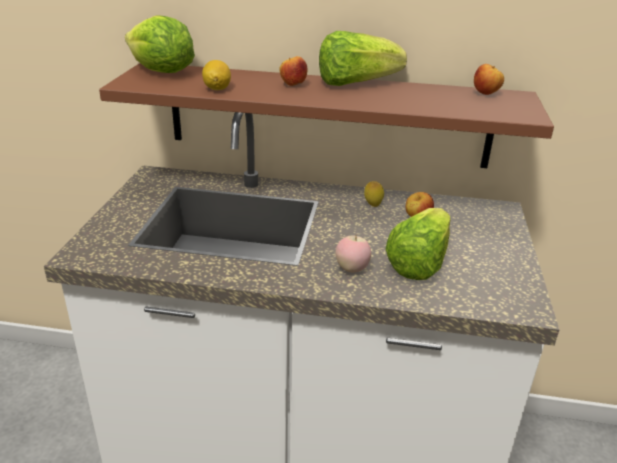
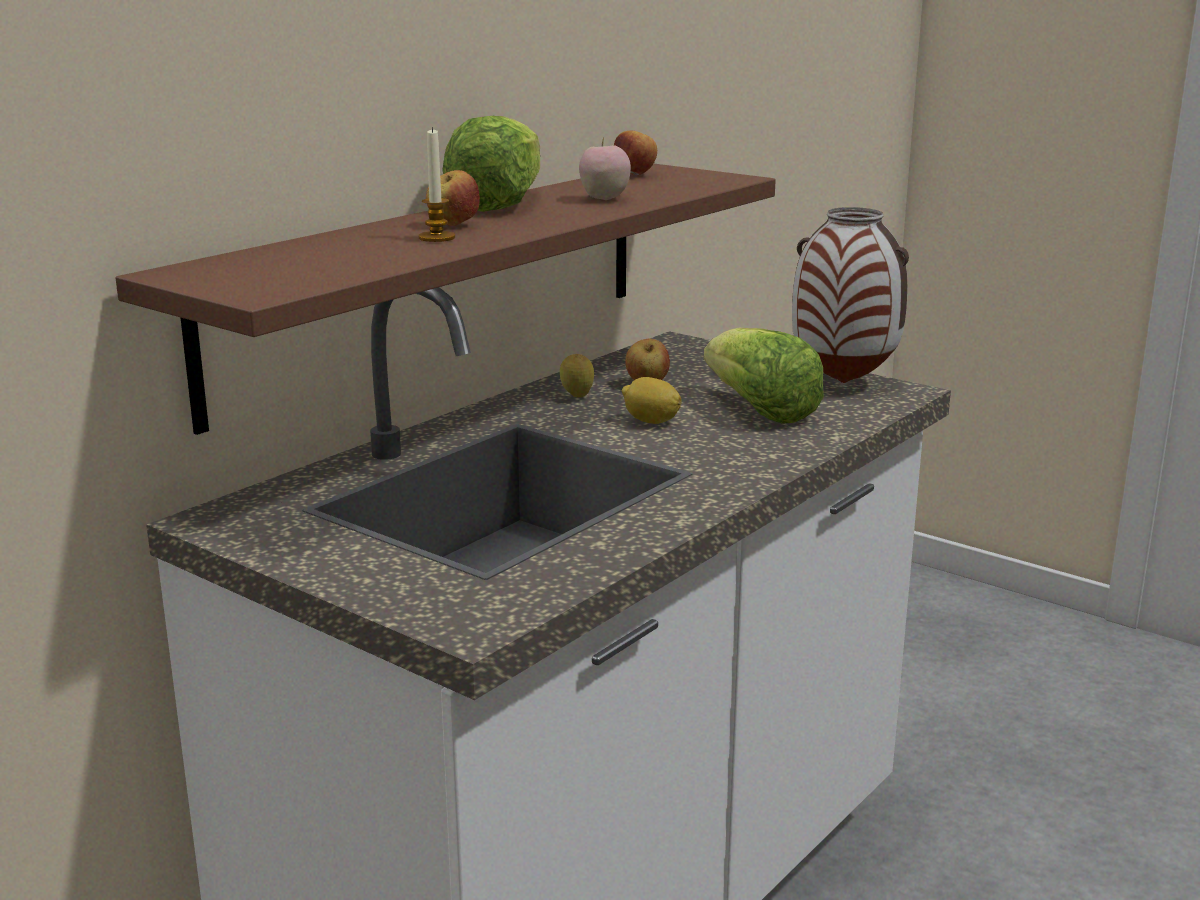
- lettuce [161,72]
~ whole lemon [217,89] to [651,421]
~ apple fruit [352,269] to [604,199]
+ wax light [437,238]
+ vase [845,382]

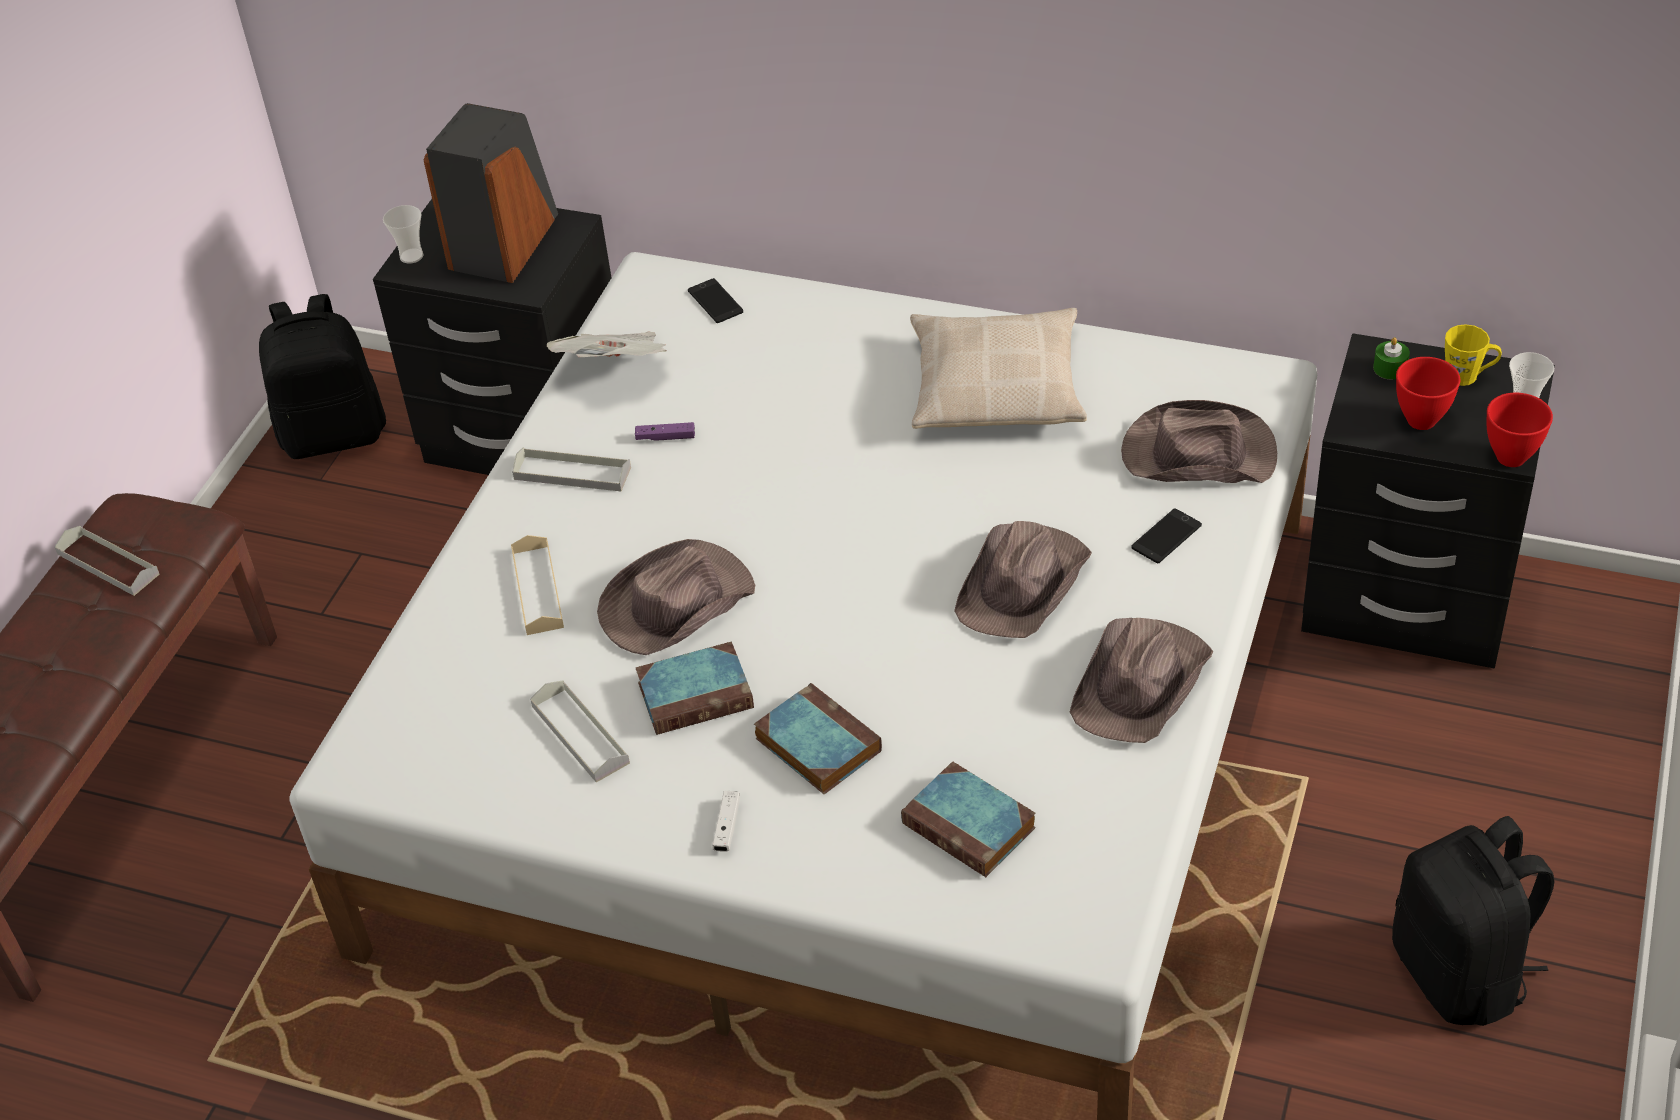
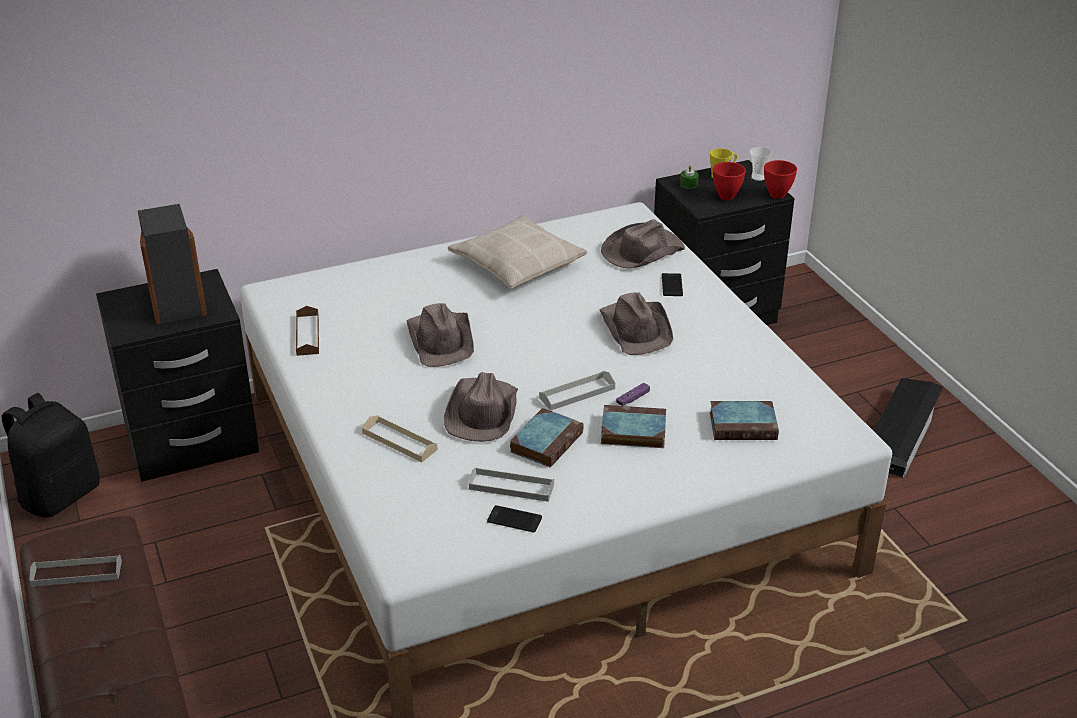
- small cup [411,256]
~ grey carrying tray [572,473] to [577,393]
~ daily paper [616,369] to brownish carrying tray [307,334]
~ purple-coloured joypad [665,437] to [633,399]
~ handset [715,301] to [514,519]
- whitish joypad [727,827]
~ brownish hat [1142,683] to [442,340]
~ black backpack [1461,974] to black storage container [901,432]

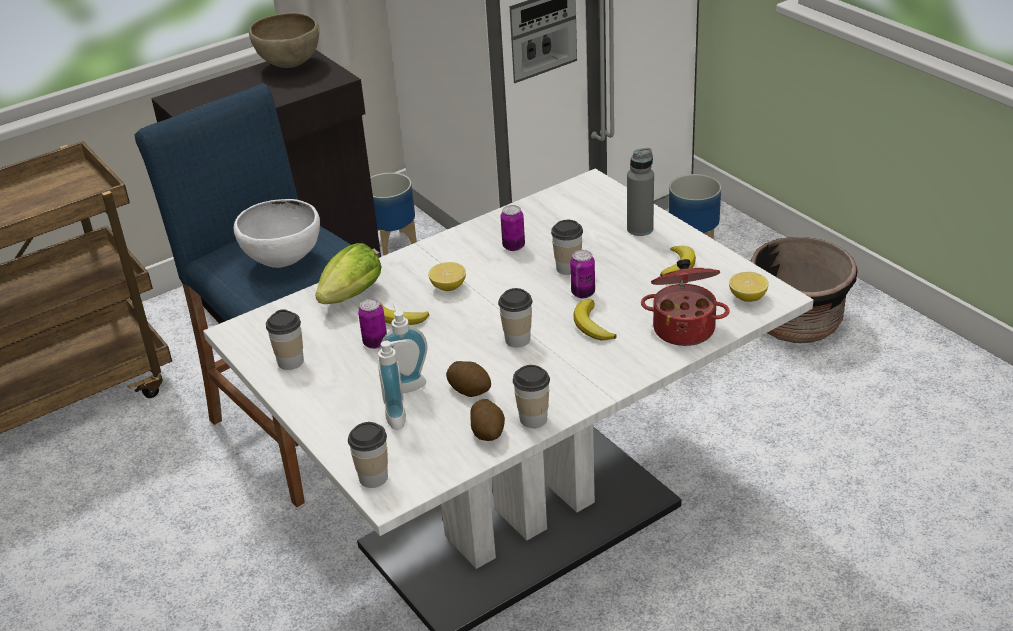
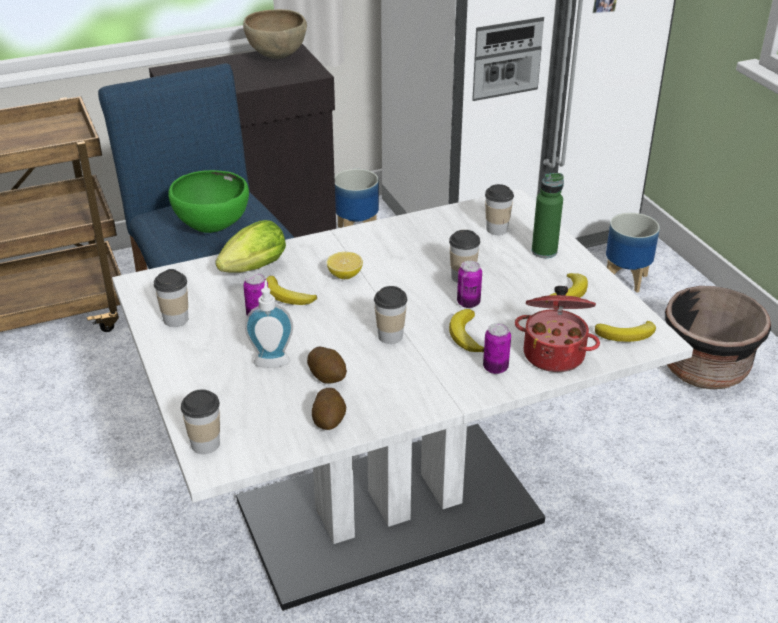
~ whitish serving bowl [284,262] to greenish serving bowl [212,228]
- soap dispenser [400,417]
~ can [513,246] to [495,368]
~ small cup [533,419] to [497,229]
~ grey drink bottle [640,229] to greenish drink bottle [544,251]
~ whole lemon [747,297] to banana [627,335]

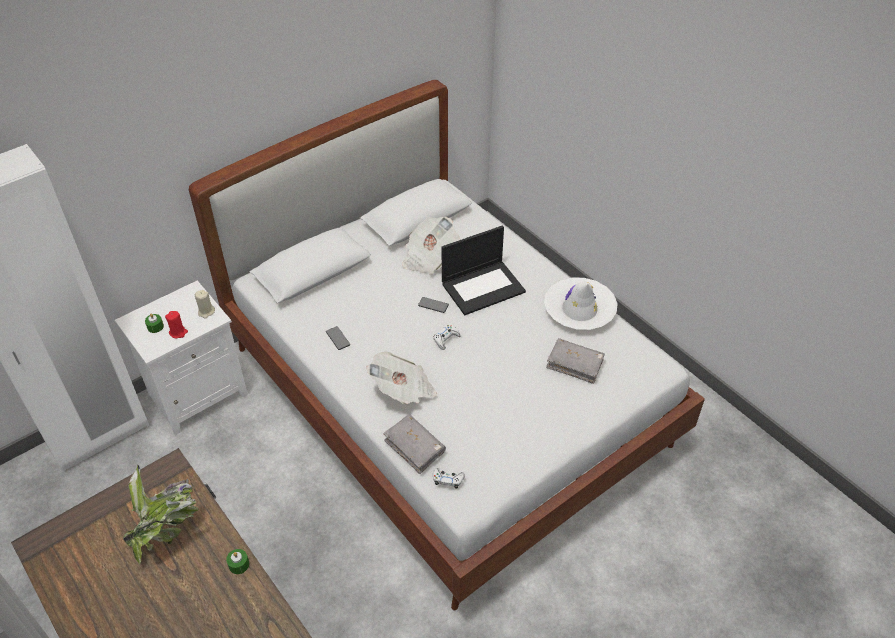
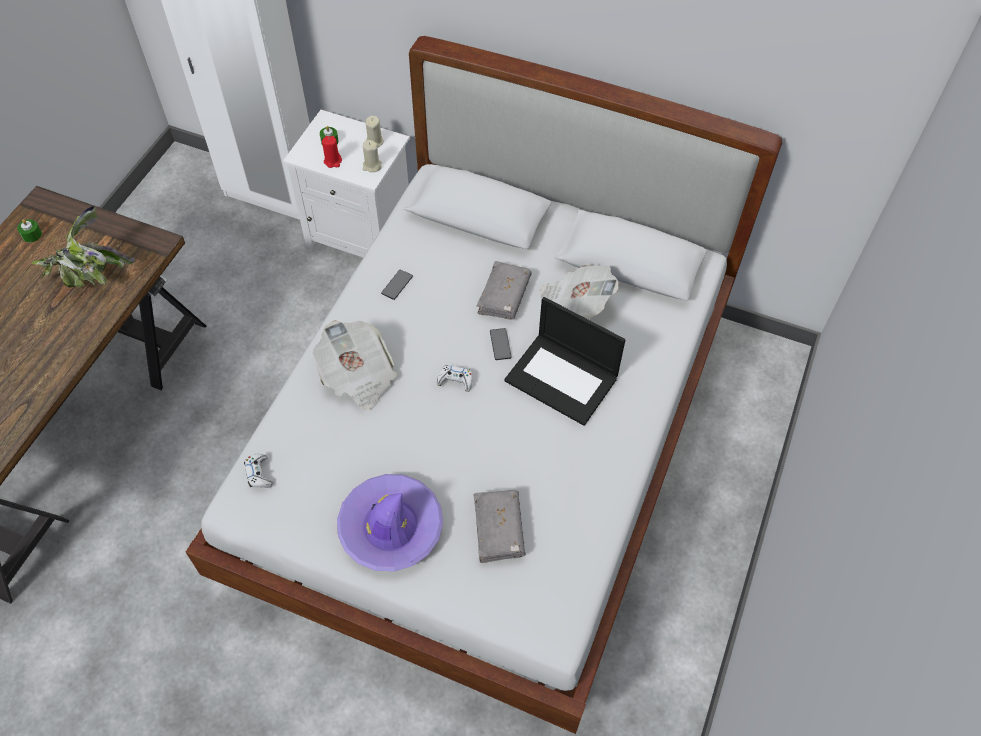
~ greenish wax light [239,564] to [32,235]
~ grey volume [414,447] to [504,296]
- whitish hat [579,310]
+ purple-coloured hat [391,527]
+ beige wax light [374,141]

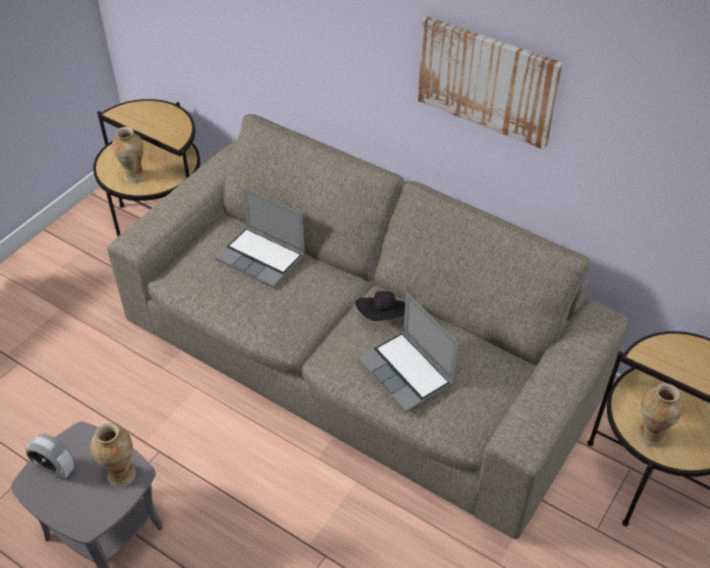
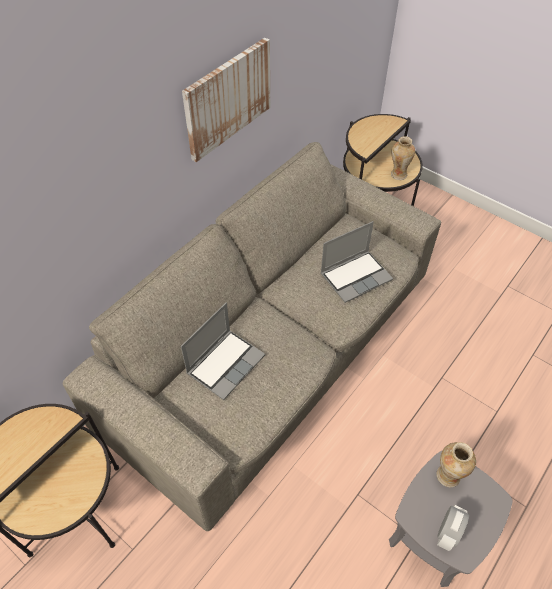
- vase [134,177]
- black hat [383,316]

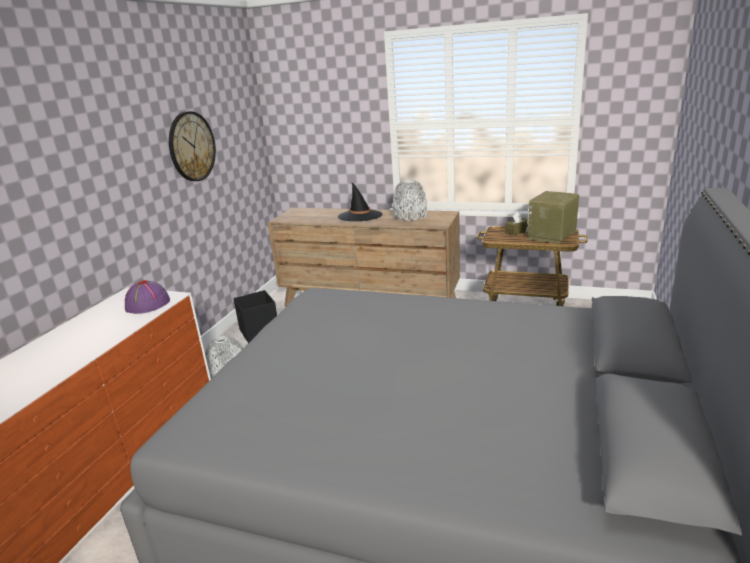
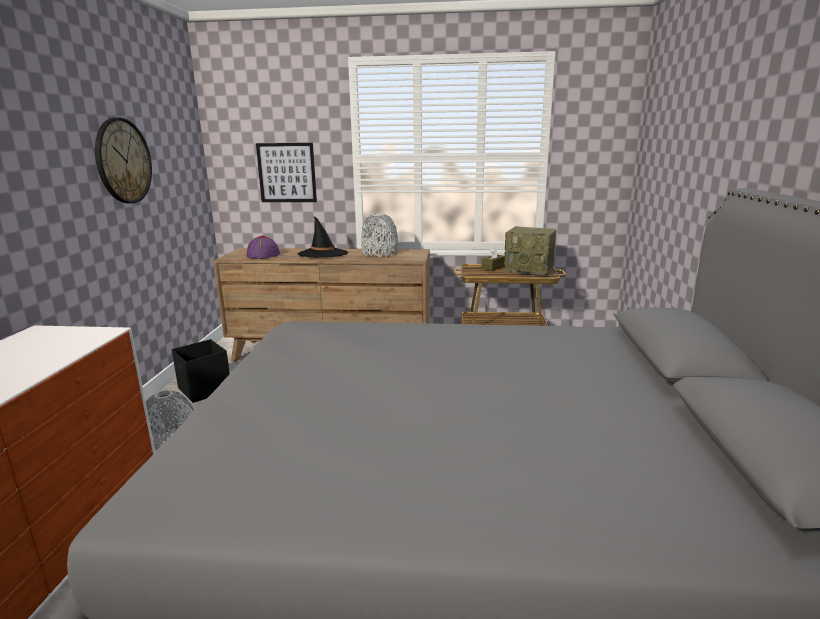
~ purple-coloured hat [147,305] to [263,255]
~ radio [552,236] = [529,270] 90 degrees counterclockwise
+ wall picture [287,173]

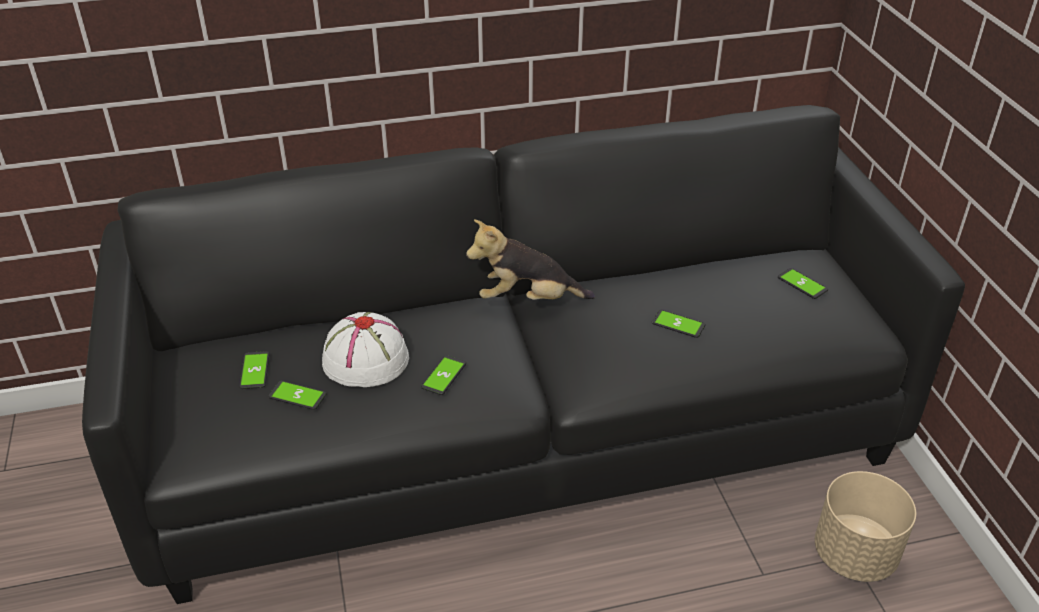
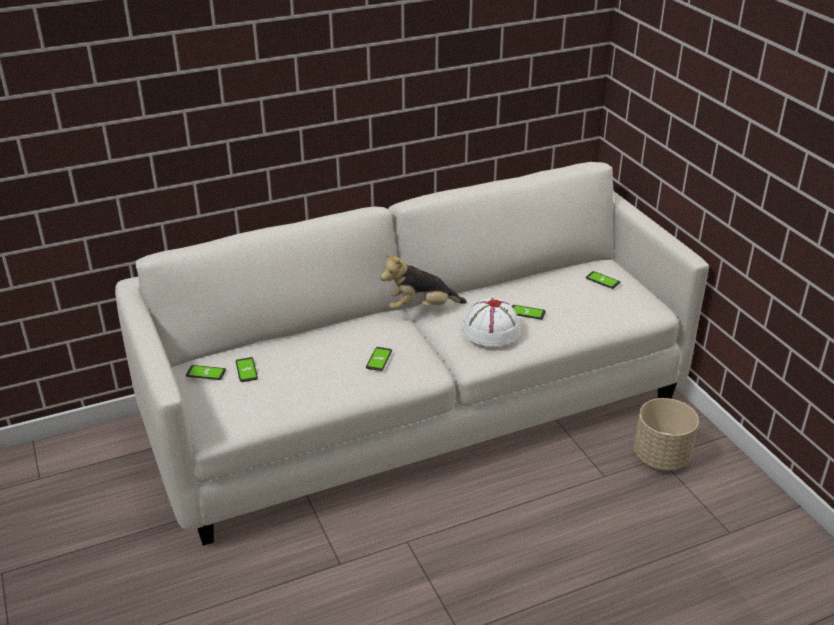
~ black sofa [520,431] to whitish sofa [417,409]
~ handset [297,396] to [206,373]
~ whitish hat [365,360] to [490,330]

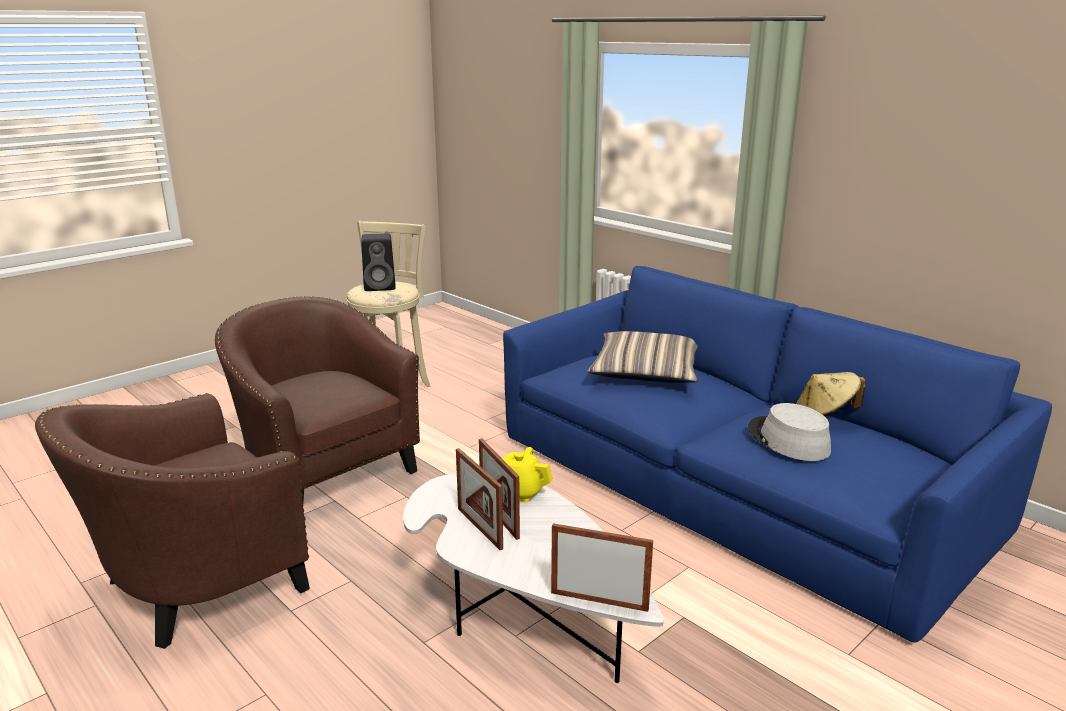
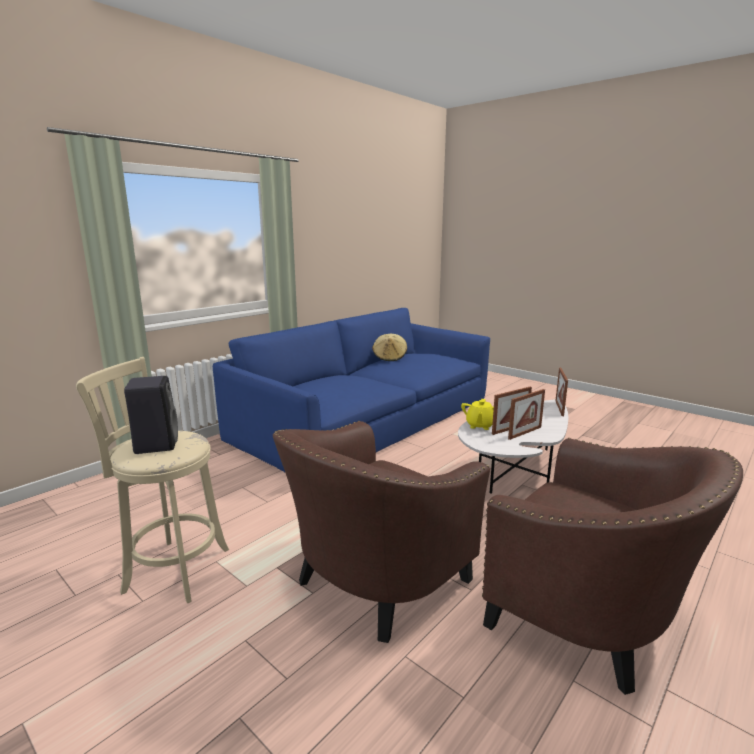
- pillow [645,371]
- grey hat [788,440]

